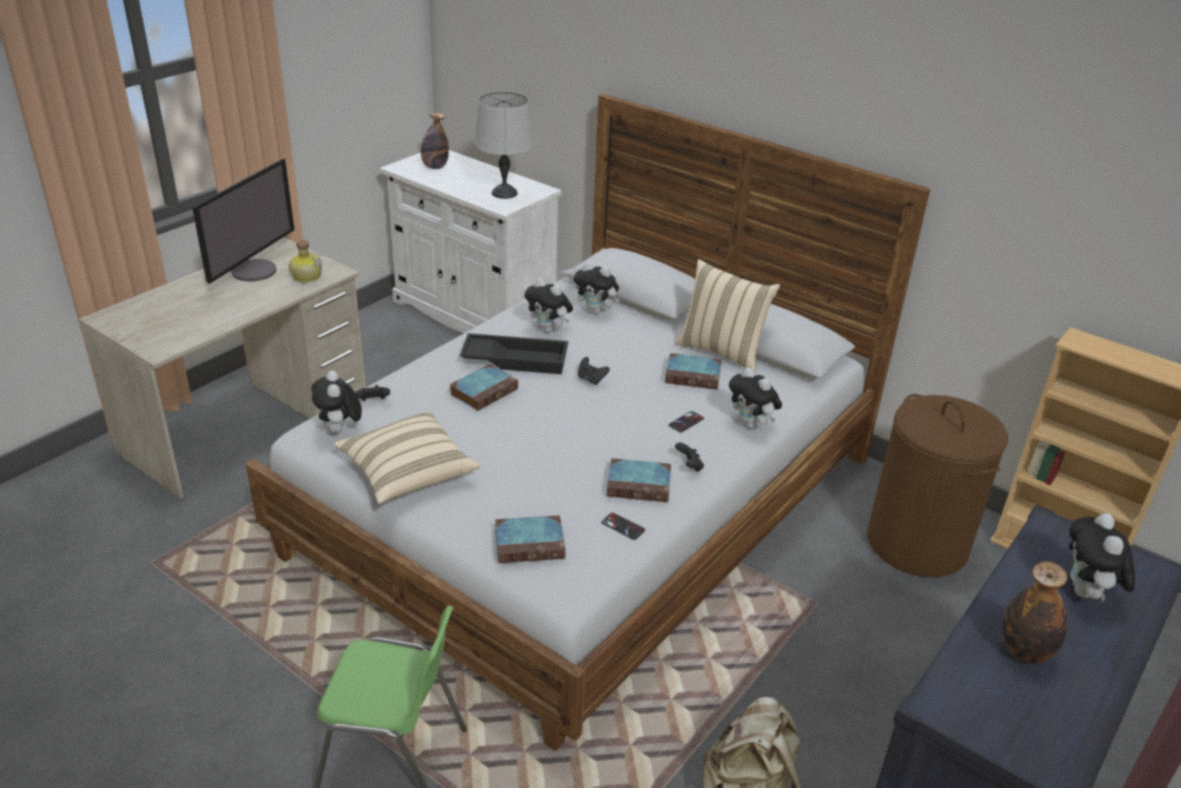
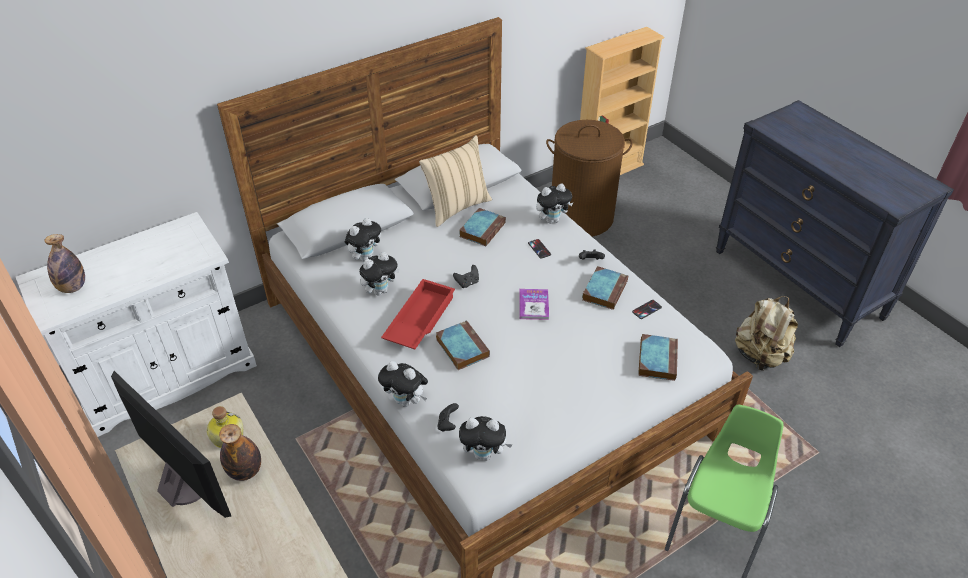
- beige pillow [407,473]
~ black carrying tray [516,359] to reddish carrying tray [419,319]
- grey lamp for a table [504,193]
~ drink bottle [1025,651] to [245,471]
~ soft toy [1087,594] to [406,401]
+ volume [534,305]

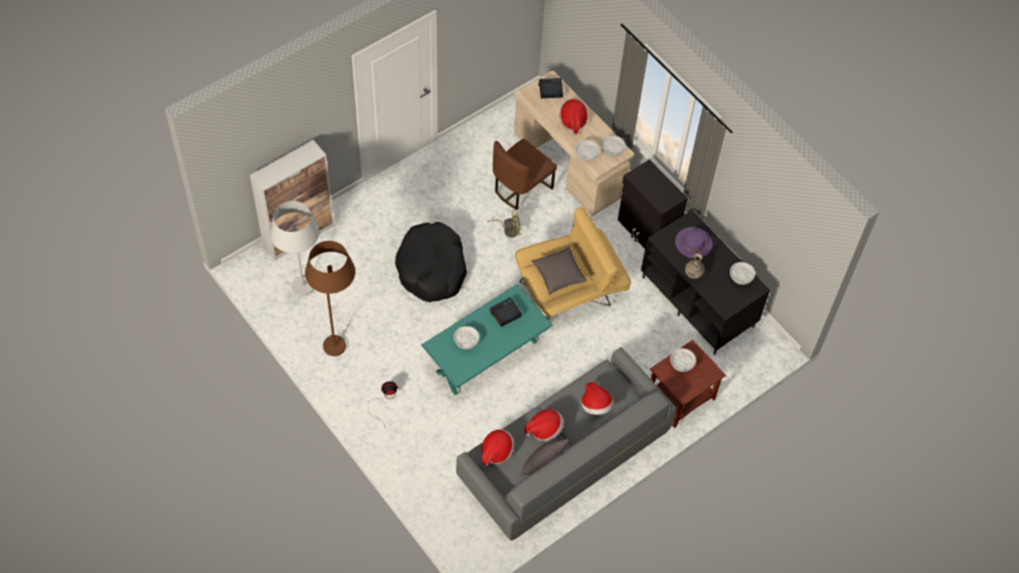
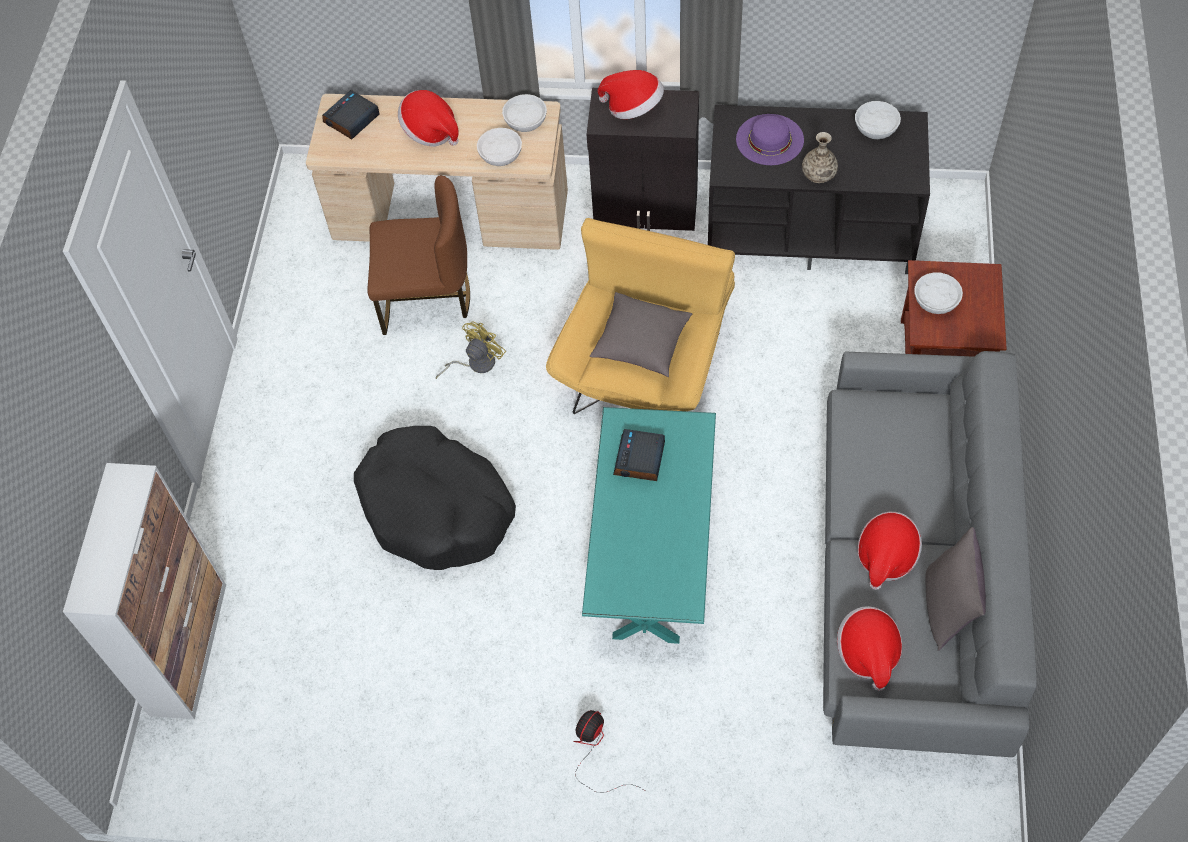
- whitish standard lamp [304,297]
- brownish standard lamp [337,335]
- whitish serving bowl [466,340]
~ brownish plain chair [521,188] = [425,298] 90 degrees counterclockwise
~ hat [596,405] to [633,108]

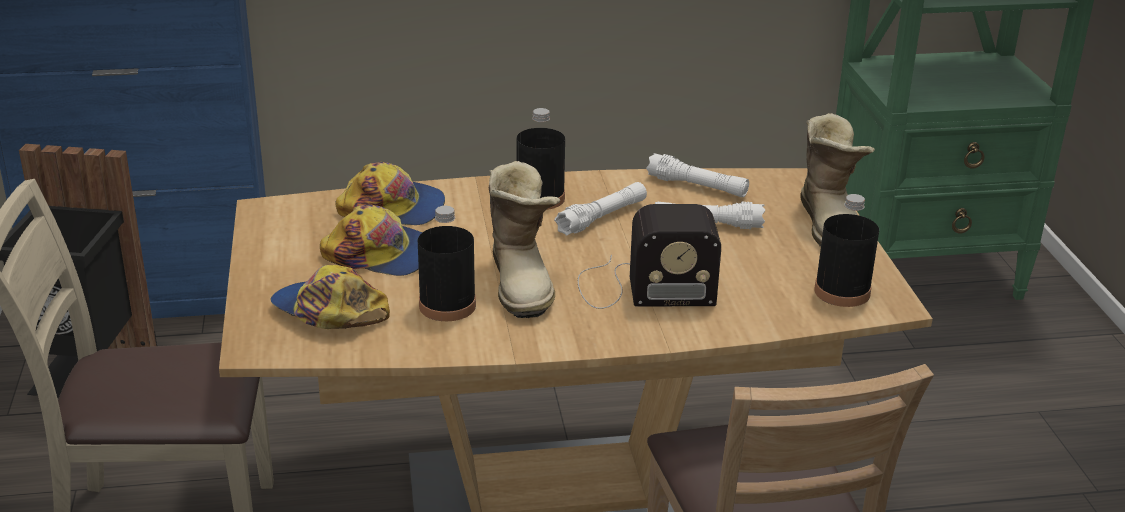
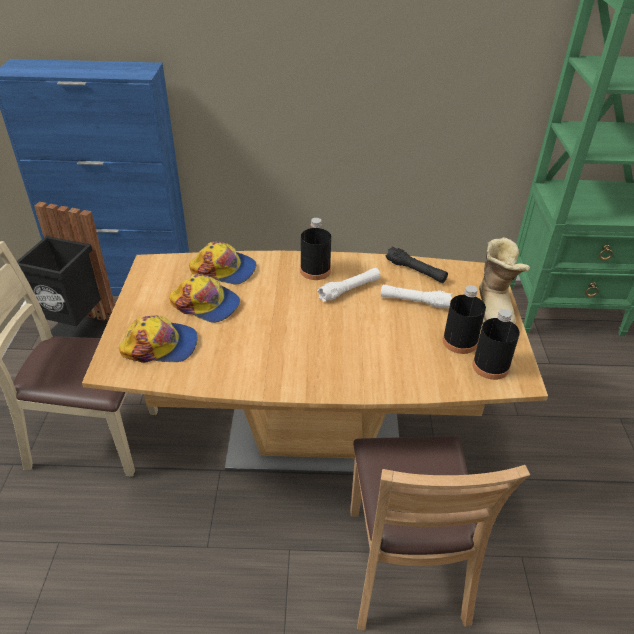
~ cap [328,312] = [161,345] 135 degrees clockwise
~ black drink bottle [447,305] to [460,341]
- boot [523,282]
- radio [641,288]
~ whitish torch [697,186] to black torch [415,271]

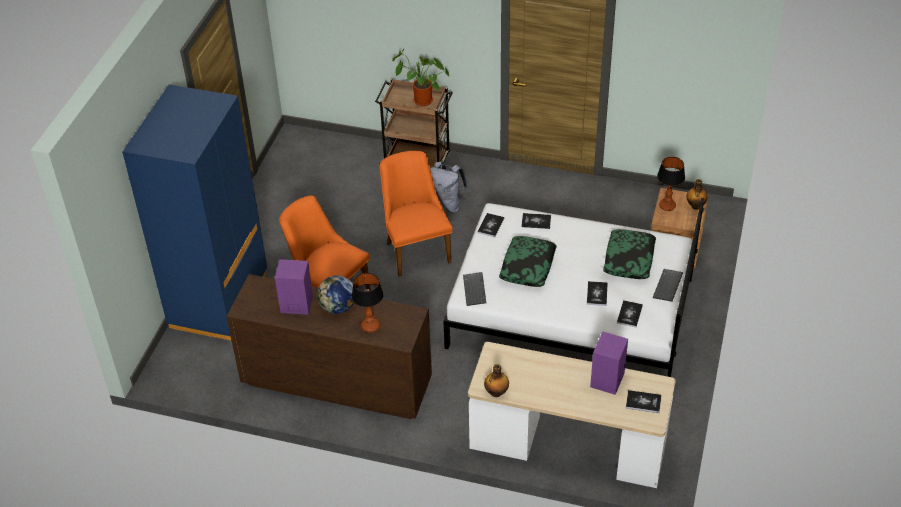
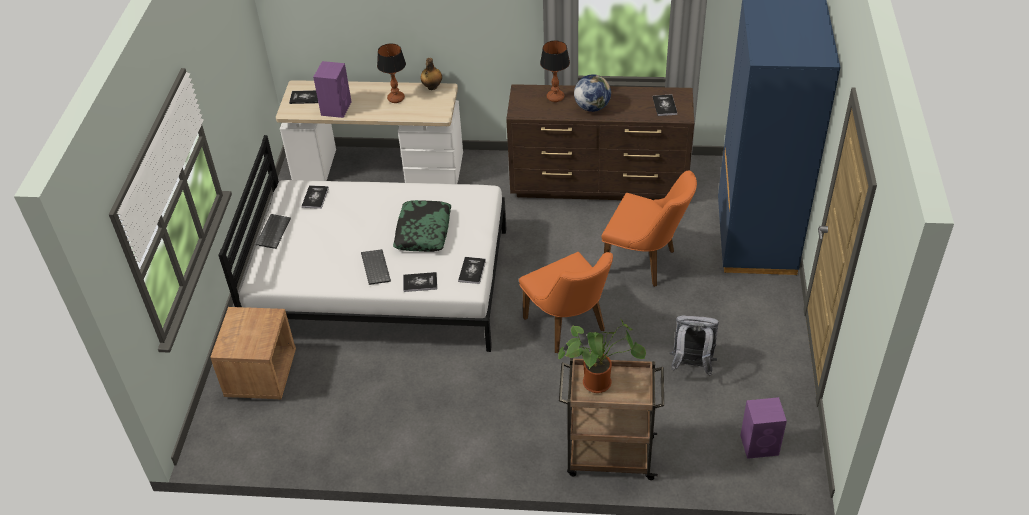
~ purple-coloured audio speaker [295,304] to [760,445]
~ grey backpack [446,205] to [691,365]
~ PC keyboard [475,290] to [374,267]
~ volume [597,294] to [664,106]
- pillow [629,259]
~ lamp for a table [667,206] to [395,98]
- drink bottle [695,206]

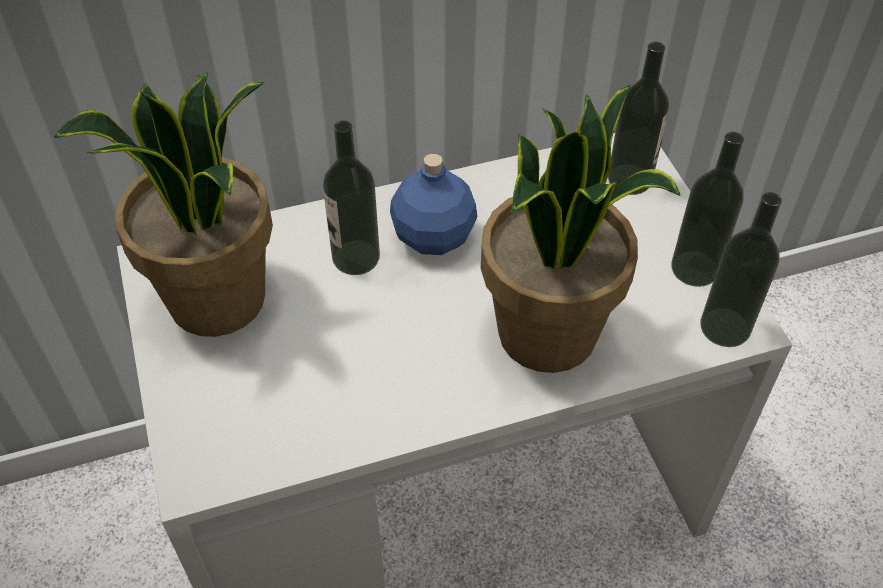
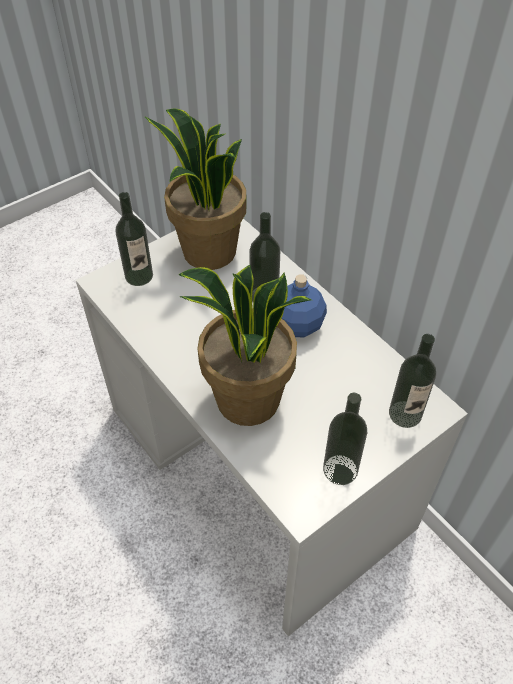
~ drink bottle [725,327] to [139,276]

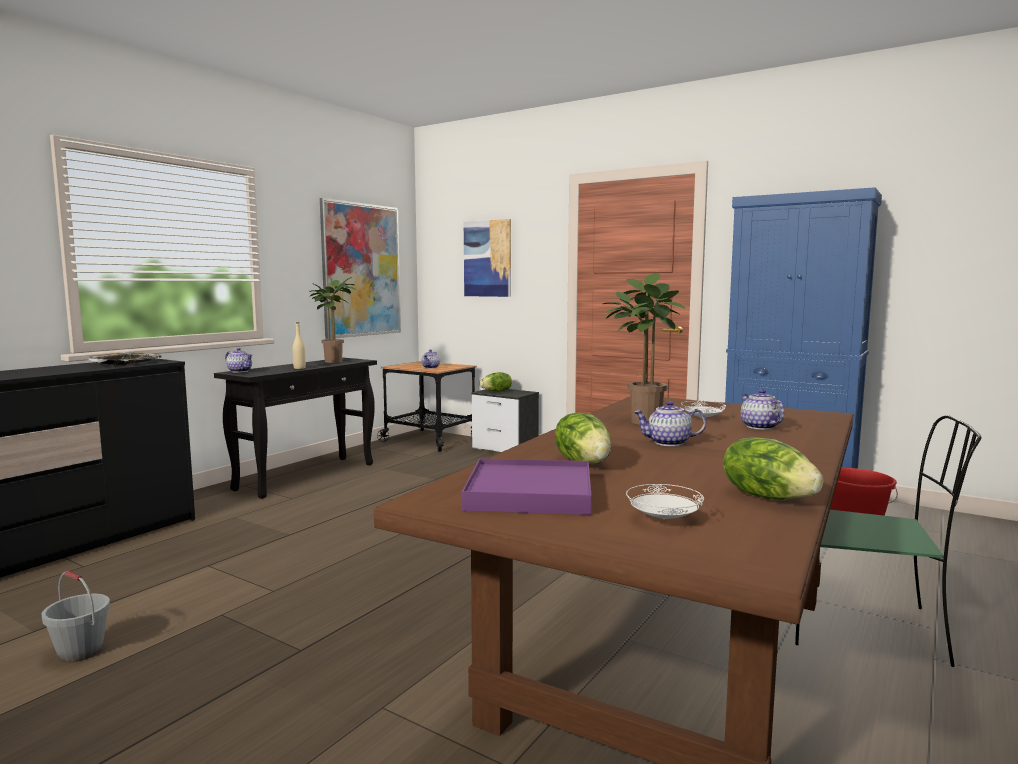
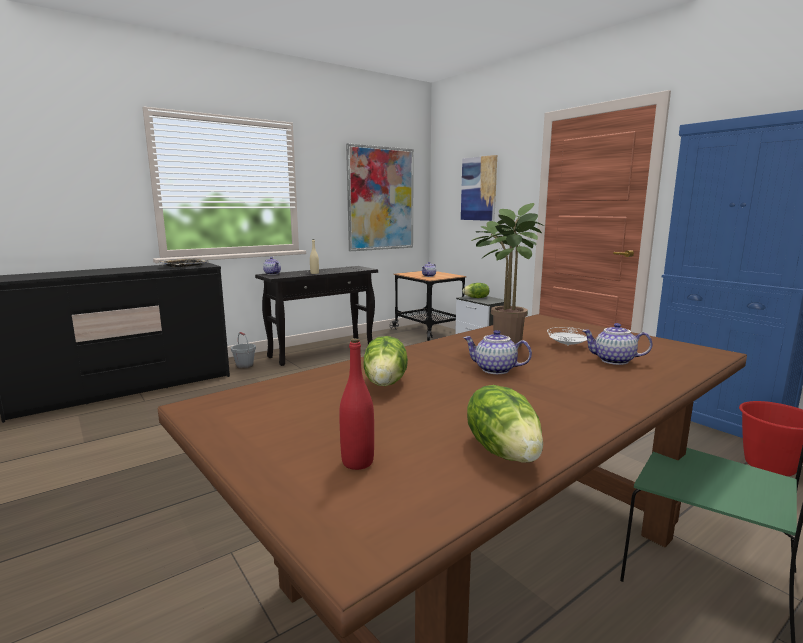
~ grey bucket [80,652] to [244,366]
- houseplant [333,361]
- purple-coloured carrying tray [530,493]
~ whitish flat dish [663,519] to reddish drink bottle [357,462]
~ tea pot [759,427] = [613,361] 75 degrees counterclockwise

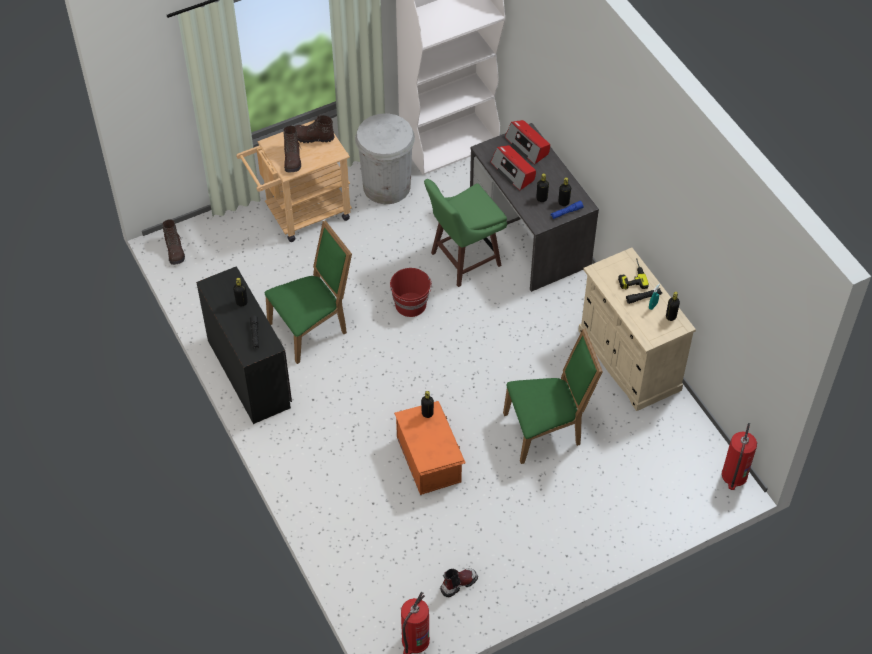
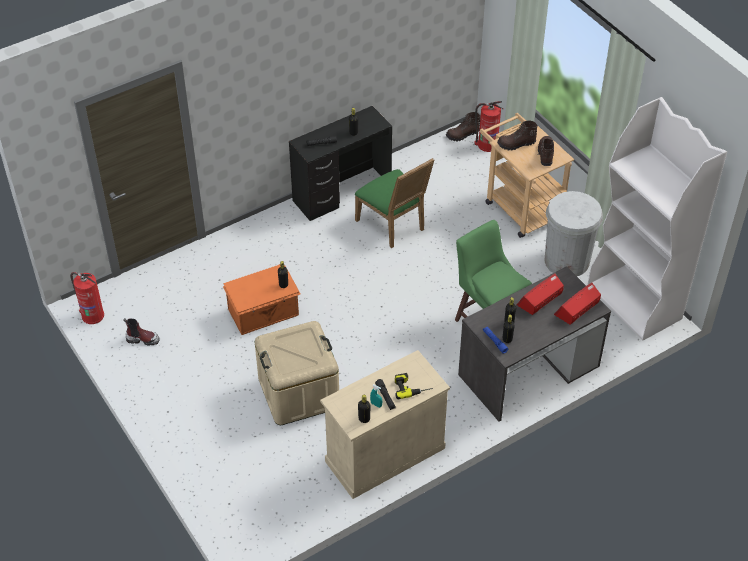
- reddish bucket [411,305]
~ boot [458,583] = [142,339] 45 degrees counterclockwise
~ greenish plain chair [547,430] to beige storage container [298,392]
~ fire extinguisher [734,476] to [487,145]

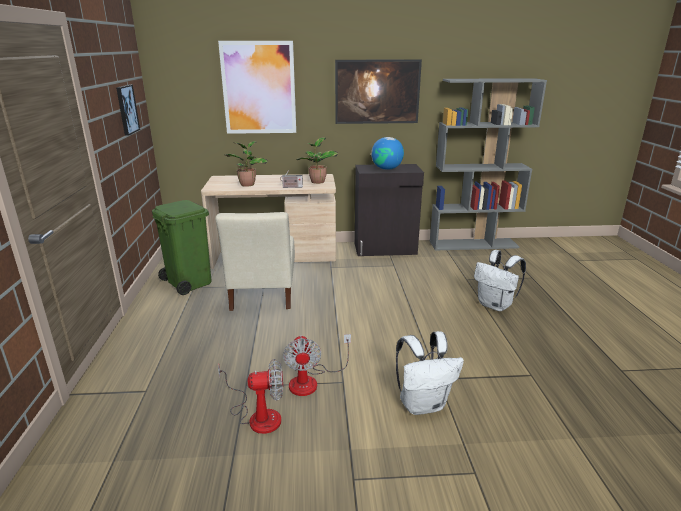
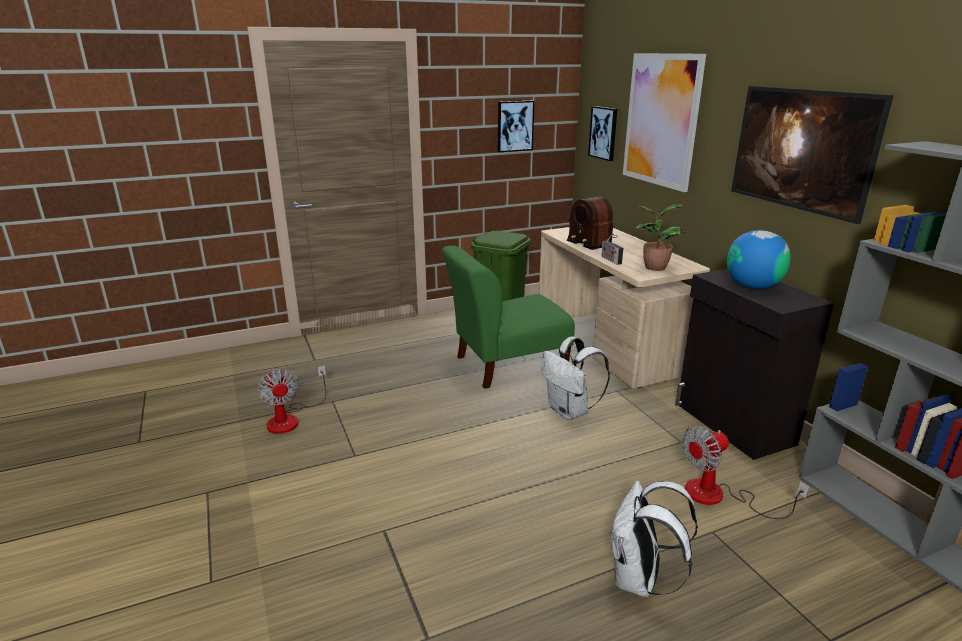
~ beige plain chair [262,294] to greenish plain chair [506,365]
~ houseplant [248,184] to radio [591,241]
~ fan [311,381] to [718,496]
~ whitish backpack [423,404] to [570,411]
+ wall picture [603,133]

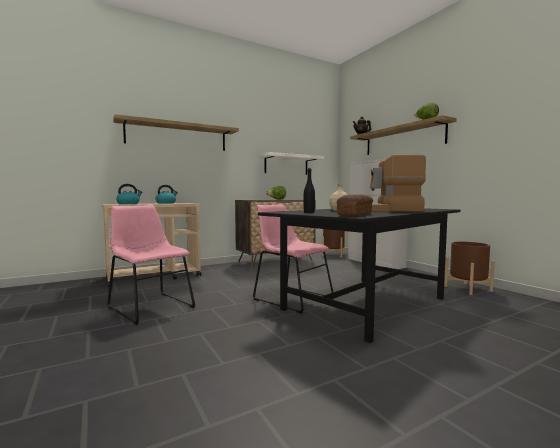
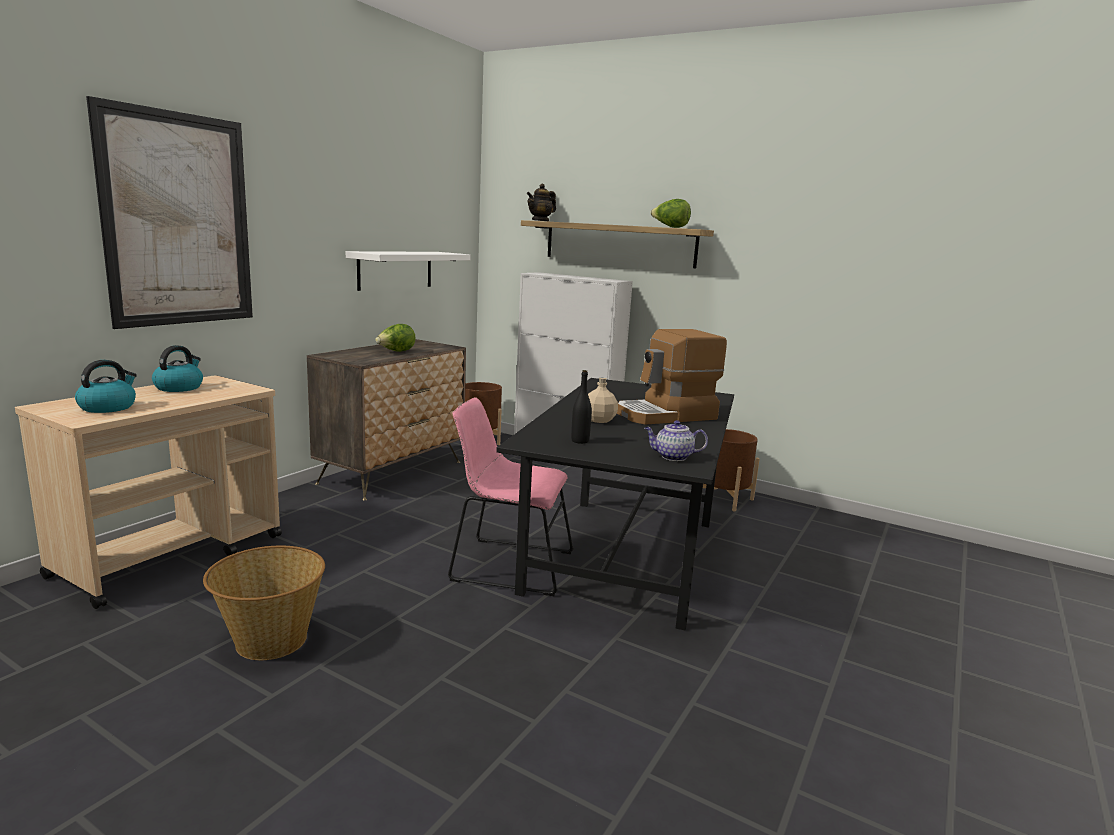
~ pink plain chair [149,306] to basket [270,640]
~ bracket shelf [177,136] to wall picture [179,220]
~ baked bread [355,215] to tea pot [672,457]

